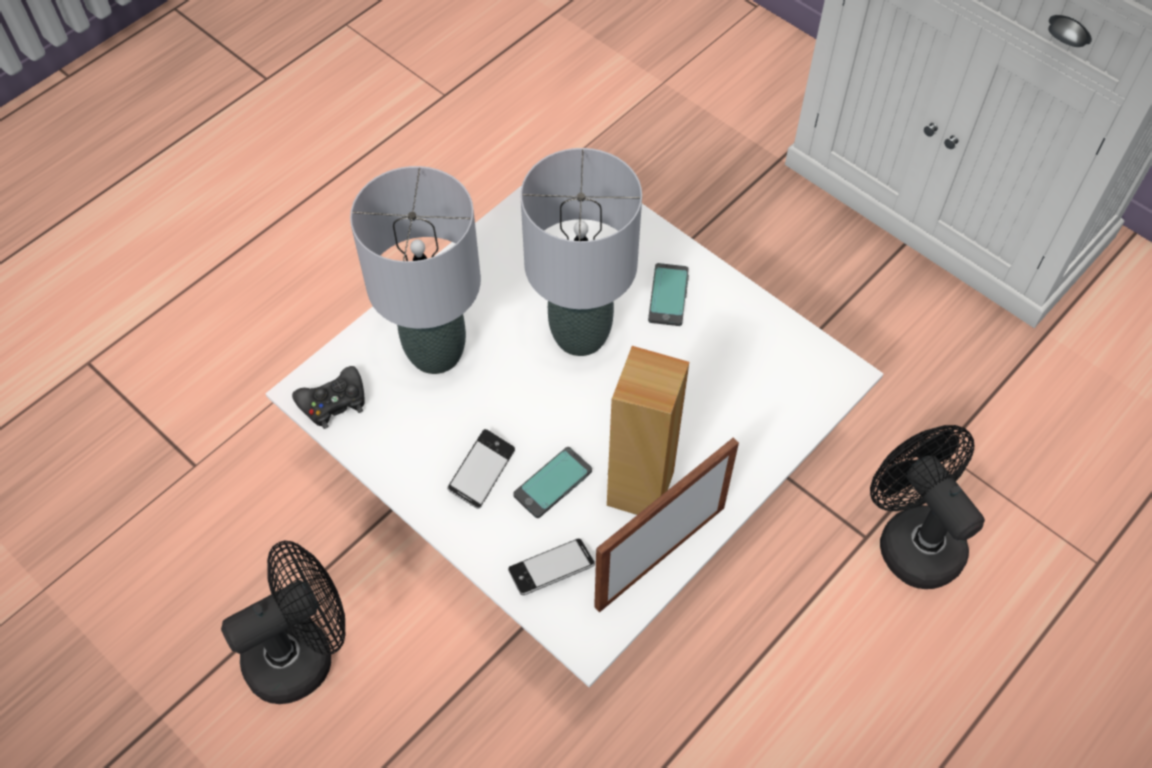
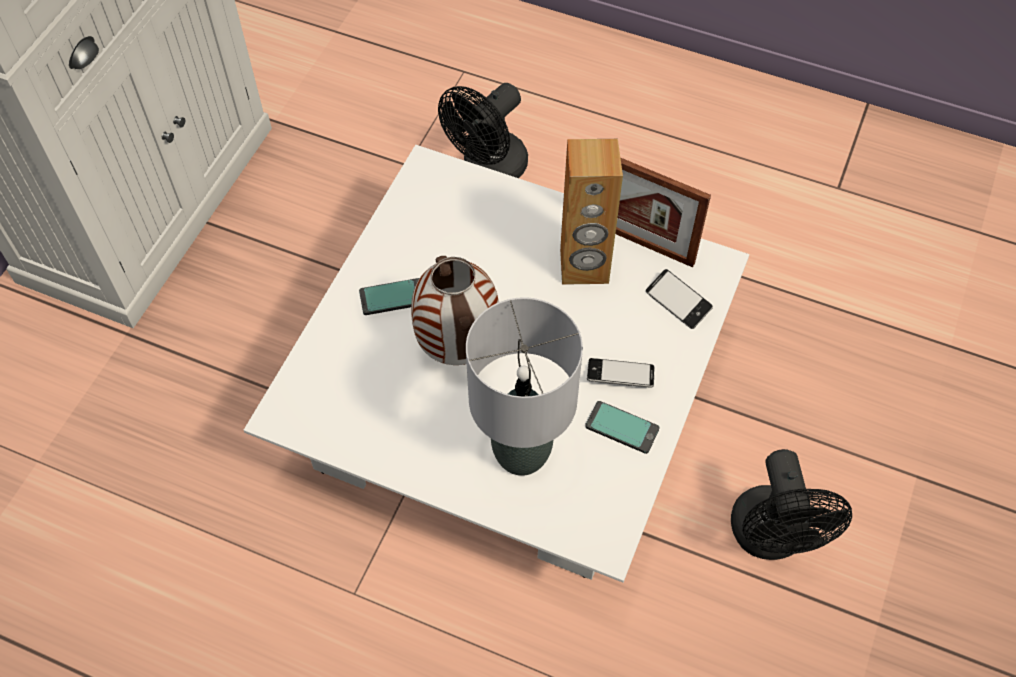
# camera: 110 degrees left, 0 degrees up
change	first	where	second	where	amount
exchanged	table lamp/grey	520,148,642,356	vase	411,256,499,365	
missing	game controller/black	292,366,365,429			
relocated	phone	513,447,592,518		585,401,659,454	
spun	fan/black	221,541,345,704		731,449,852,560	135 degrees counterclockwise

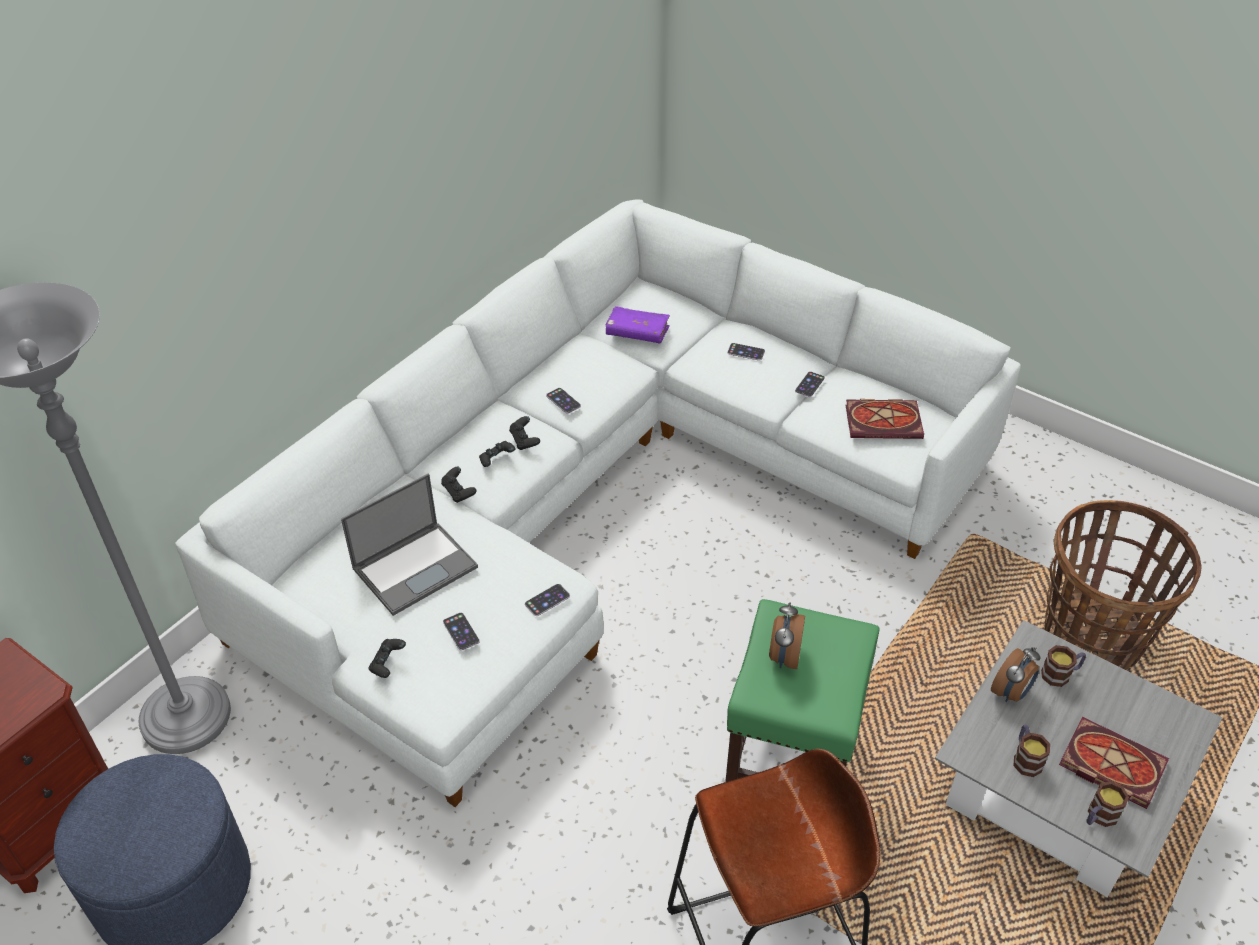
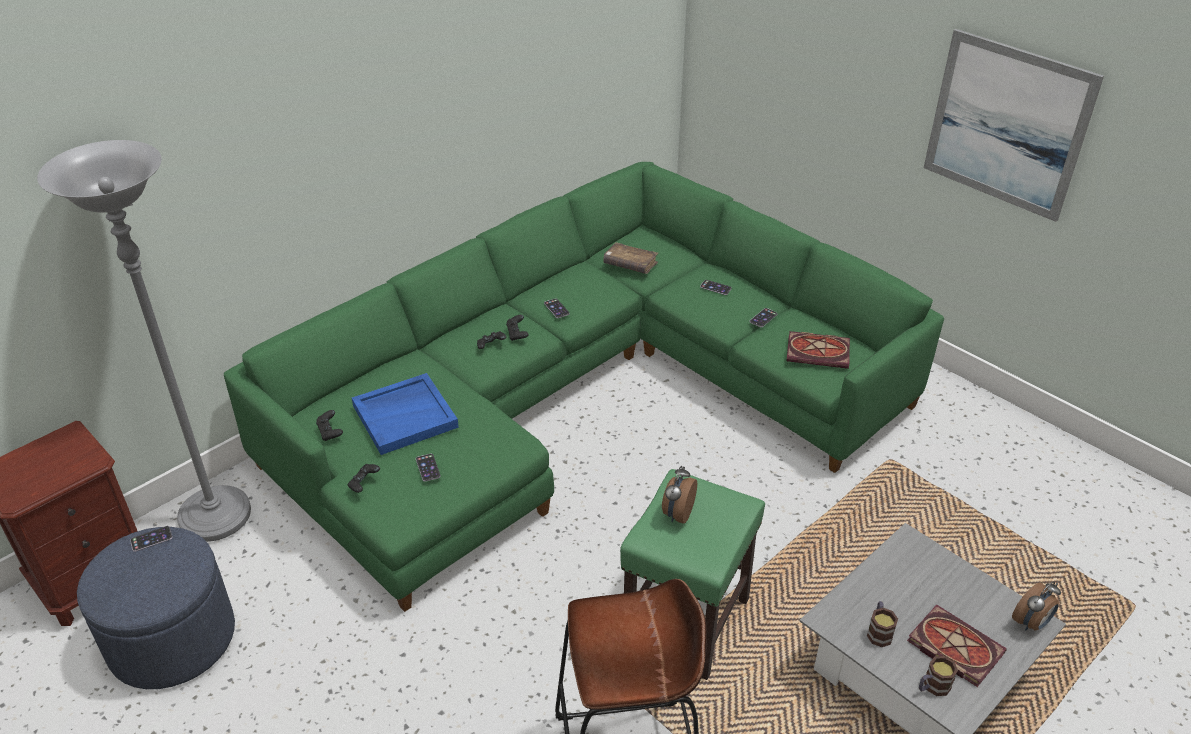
# camera: 10 degrees right, 5 degrees down
change	first	where	second	where	amount
colour	sofa/white	175,199,1021,807	sofa/green	224,162,944,612	
colour	book/purple	606,306,670,343	book/brown	603,242,658,274	
relocated	game controller/black	441,467,477,503		316,410,343,441	
exchanged	laptop	341,473,478,616	tray/blue	352,373,459,455	
missing	basket	1044,500,1202,670			
relocated	phone	525,584,570,616		130,526,173,552	
missing	mug	1041,645,1086,687			
relocated	alarm clock	991,647,1040,702		1012,581,1061,631	
appeared			picture	924,29,1104,222	

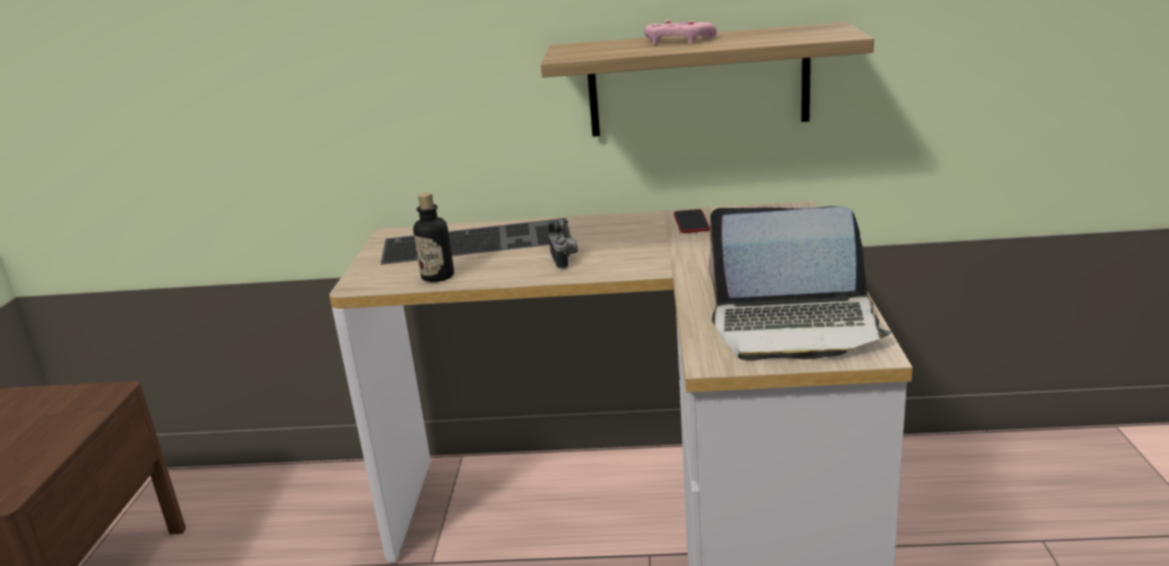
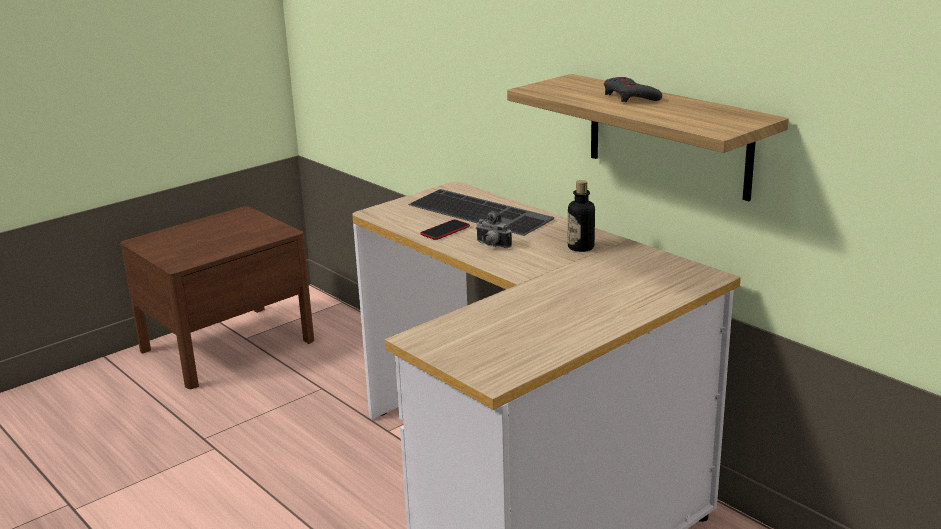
# camera: 45 degrees right, 0 degrees up
change	first	where	second	where	amount
colour	game controller/pink	644,20,717,44	game controller/grey	604,77,662,102	
relocated	bottle	413,193,454,282		568,180,595,252	
missing	laptop	709,206,892,361			
relocated	phone	674,209,710,233		420,220,470,240	
spun	photo camera	547,219,578,269		476,211,512,248	90 degrees clockwise

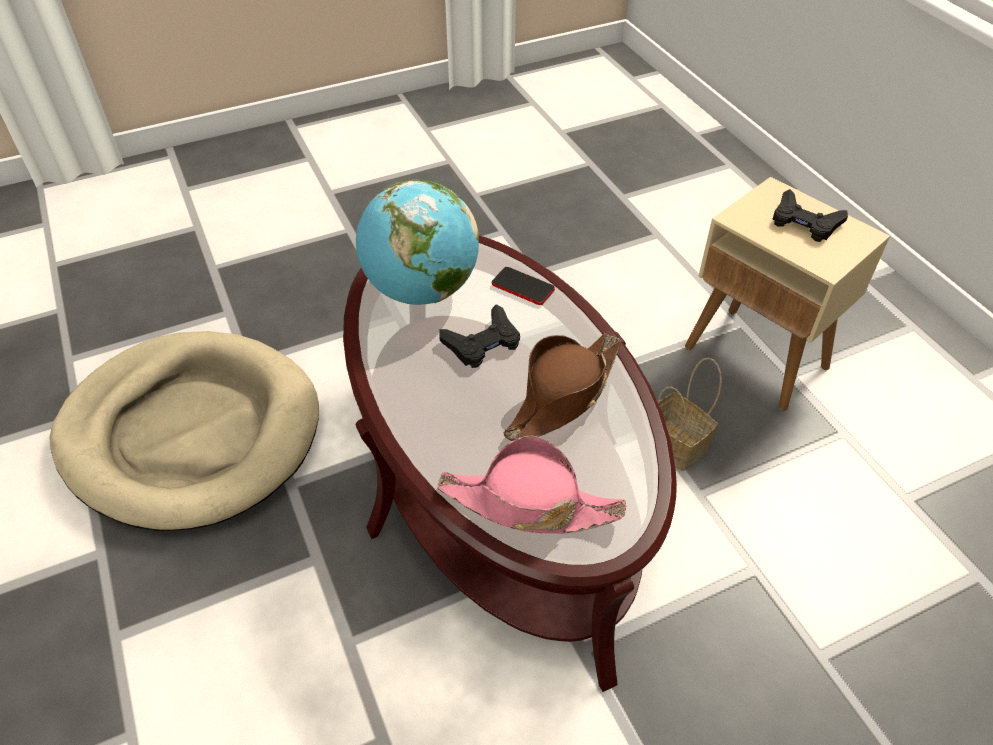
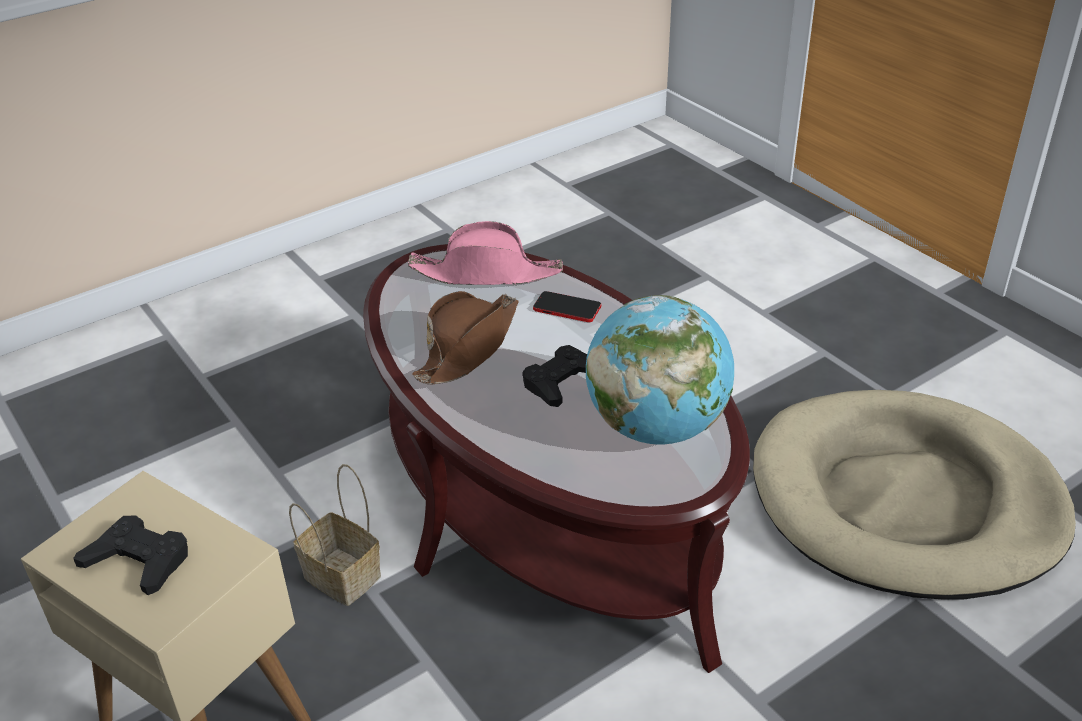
# camera: 170 degrees right, 10 degrees down
change	first	where	second	where	amount
relocated	phone	492,267,555,305		533,291,601,322	

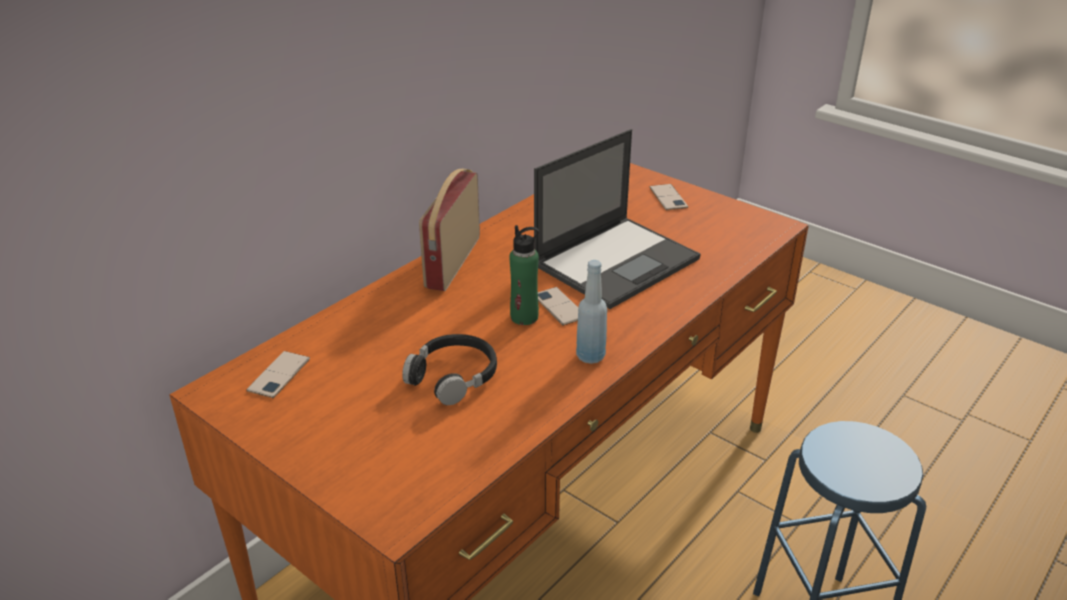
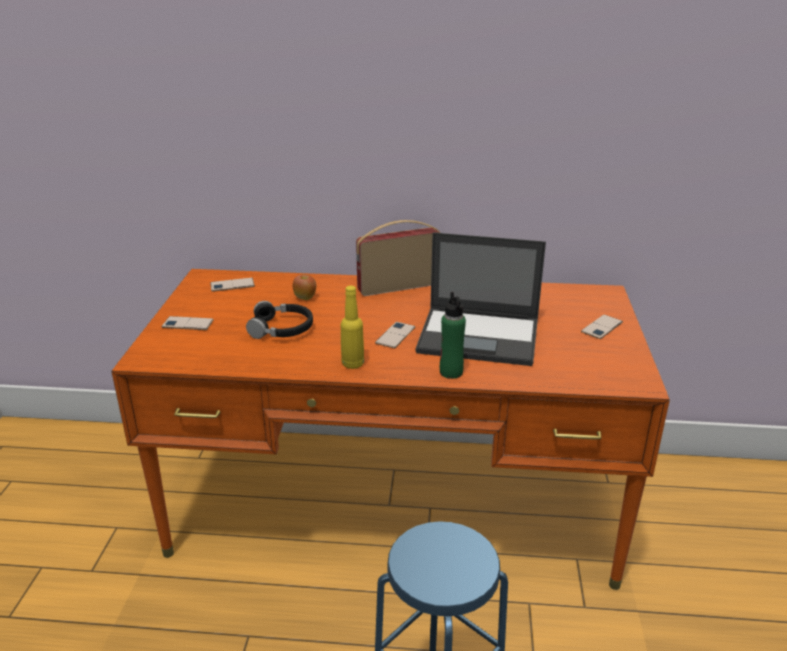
# camera: 55 degrees right, 5 degrees down
change	first	where	second	where	amount
relocated	bottle/green	509,225,539,325		440,292,466,379	
colour	bottle/blue	576,260,607,364	bottle/yellow	340,286,364,369	
appeared			apple	293,275,316,300	
appeared			phone	161,316,214,330	

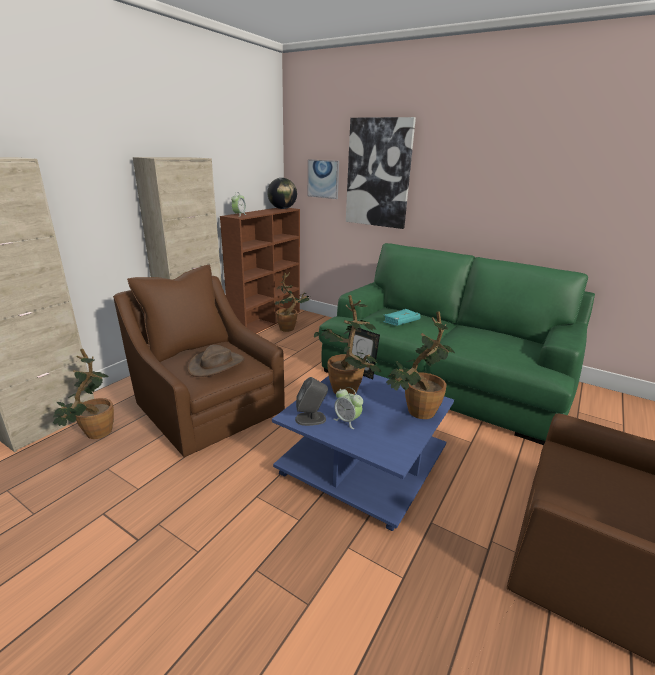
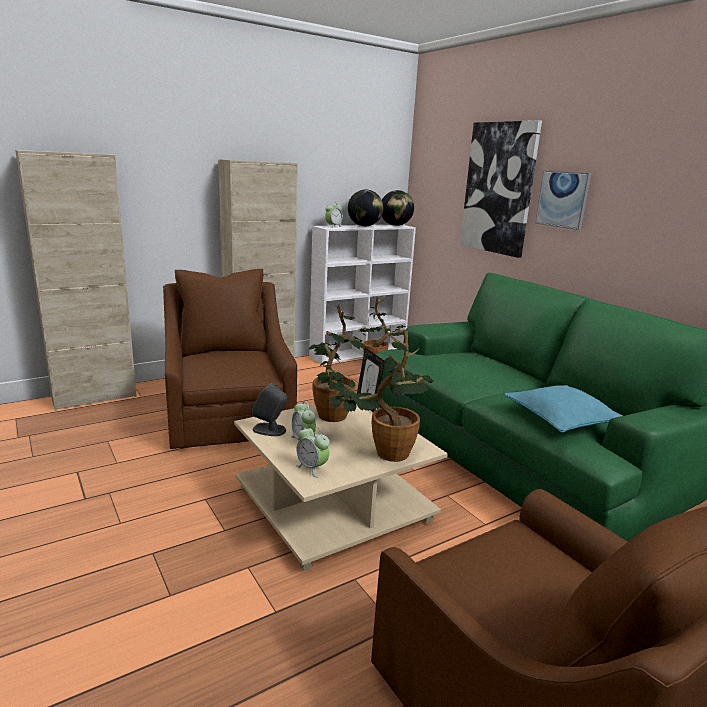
# camera: 25 degrees right, 5 degrees down
change	first	where	second	where	amount
relocated	picture	308,159,339,199		535,170,591,230	
colour	bookcase/brown	220,208,300,333	bookcase/white	309,224,416,365	
missing	book/turquoise	383,309,421,326			
missing	hat/brown	187,345,245,377			
missing	potted plant	53,348,114,439			
colour	coffee table/blue	272,374,454,531	coffee table/beige	234,404,448,571	
appeared			globe	348,190,383,226	
appeared			pillow/turquoise	504,385,622,433	
appeared			alarm clock	296,425,330,478	

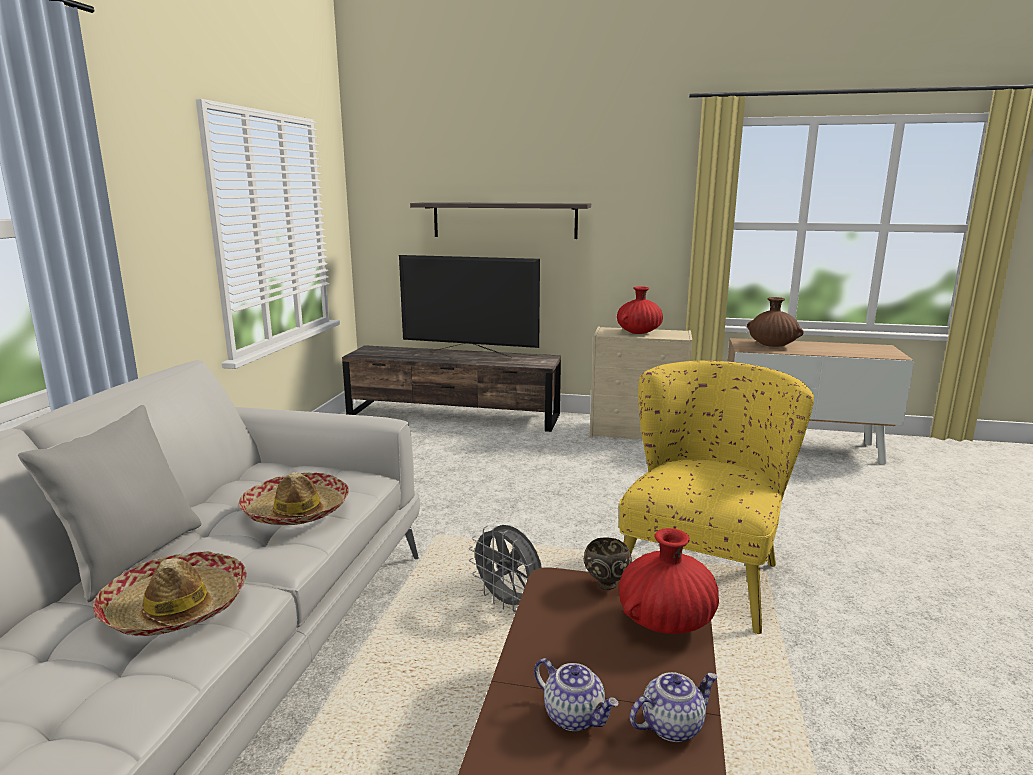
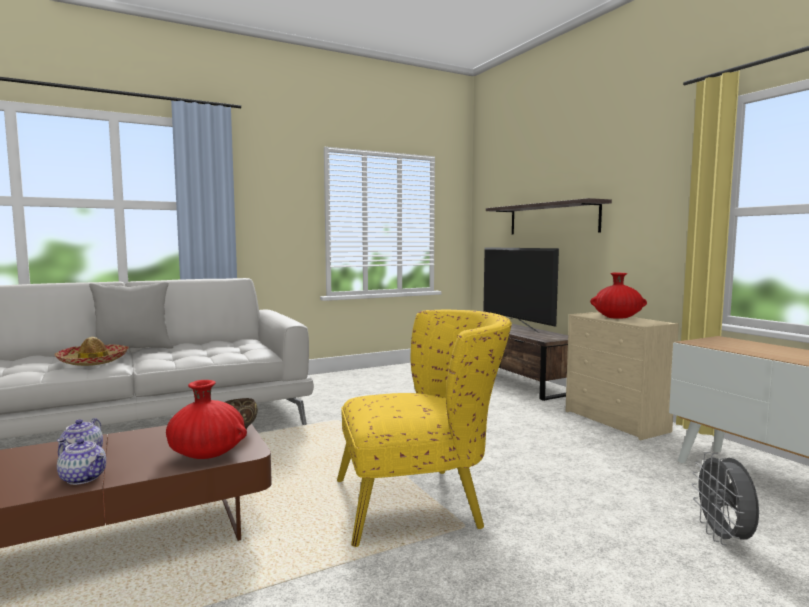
# camera: 50 degrees right, 10 degrees down
change	first	where	second	where	amount
missing	vase/brown	747,297,804,347			
missing	hat	239,472,349,525			
relocated	fan/grey	469,525,542,612		692,452,759,545	

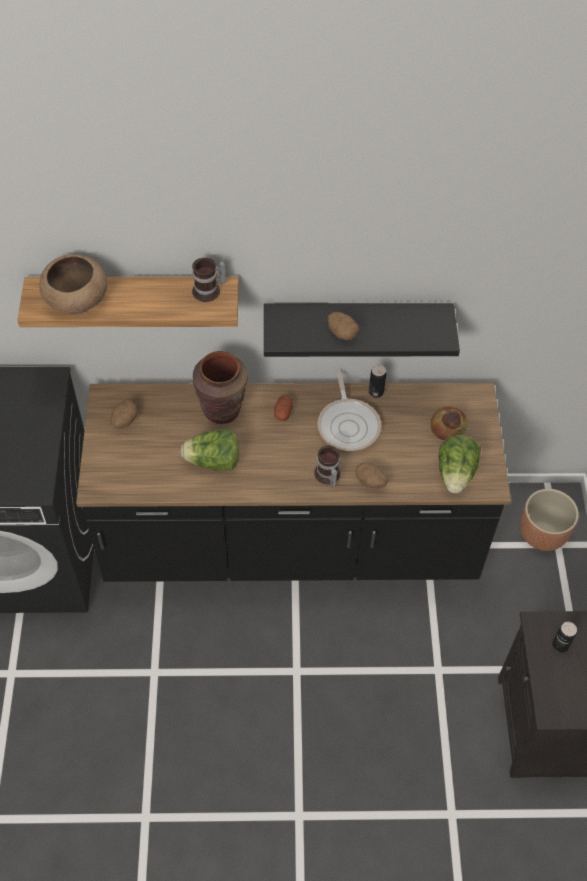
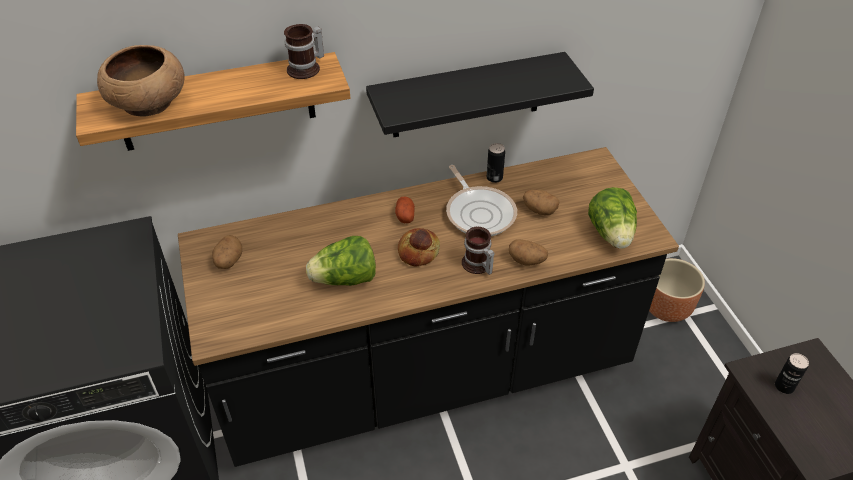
# camera: 15 degrees left, 10 degrees down
change	first	where	second	where	amount
relocated	potato	328,312,359,340		523,190,559,215	
missing	vase/brown	193,351,248,424			
relocated	bread	431,406,468,440		398,228,440,266	

